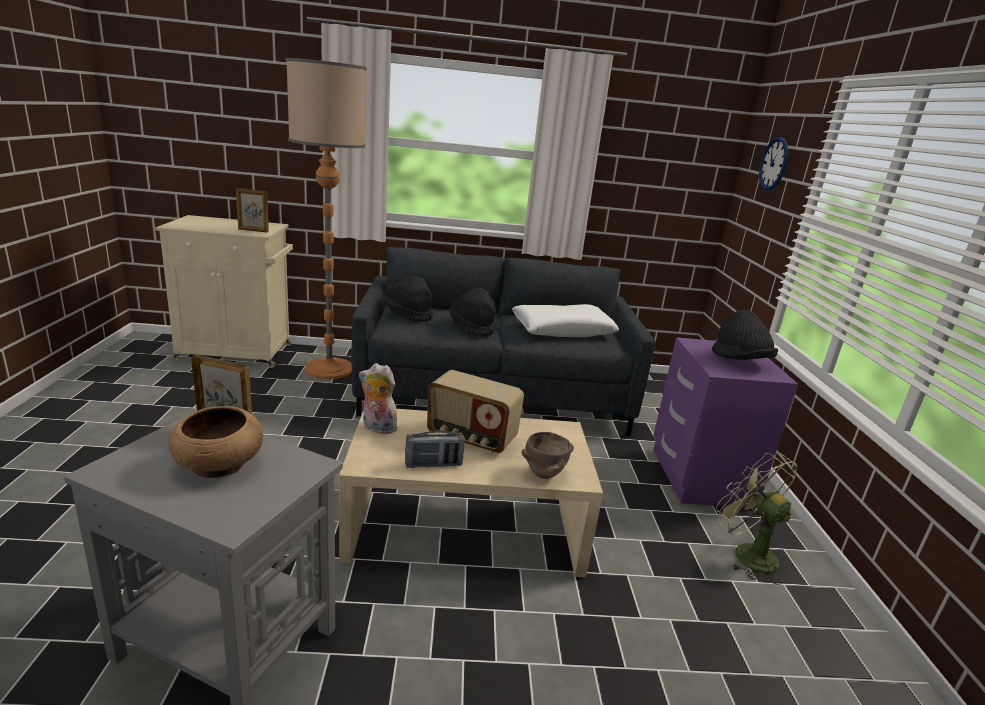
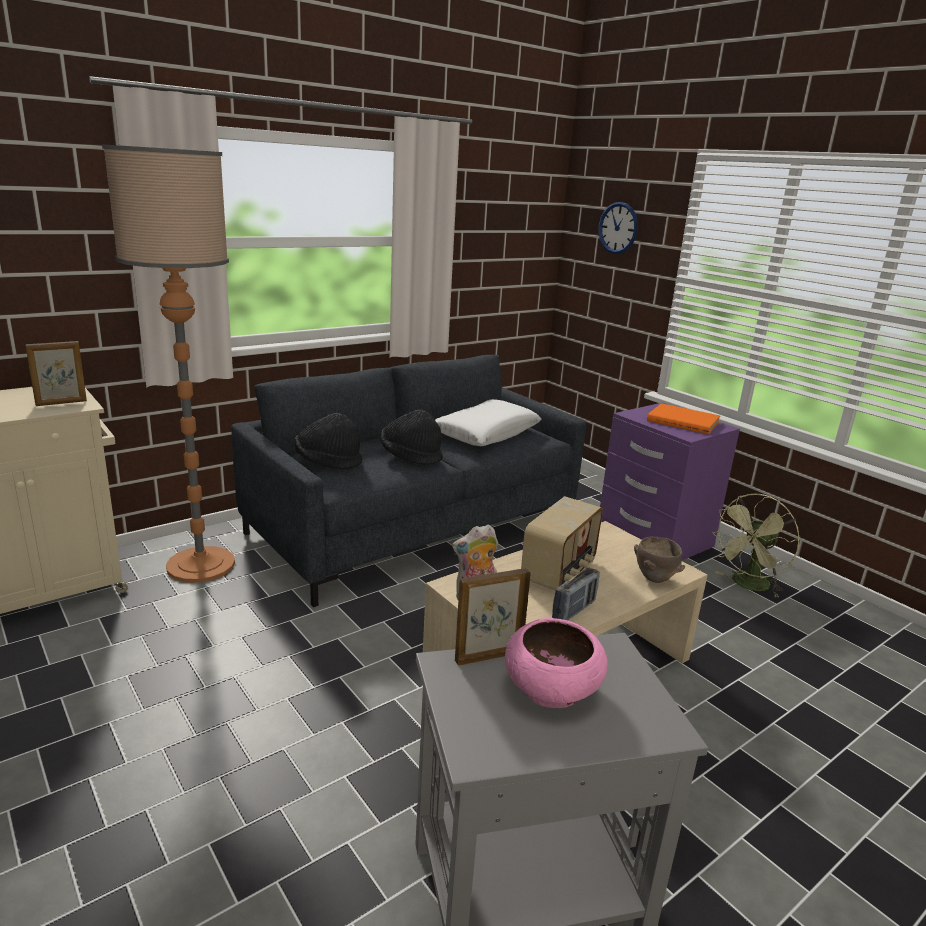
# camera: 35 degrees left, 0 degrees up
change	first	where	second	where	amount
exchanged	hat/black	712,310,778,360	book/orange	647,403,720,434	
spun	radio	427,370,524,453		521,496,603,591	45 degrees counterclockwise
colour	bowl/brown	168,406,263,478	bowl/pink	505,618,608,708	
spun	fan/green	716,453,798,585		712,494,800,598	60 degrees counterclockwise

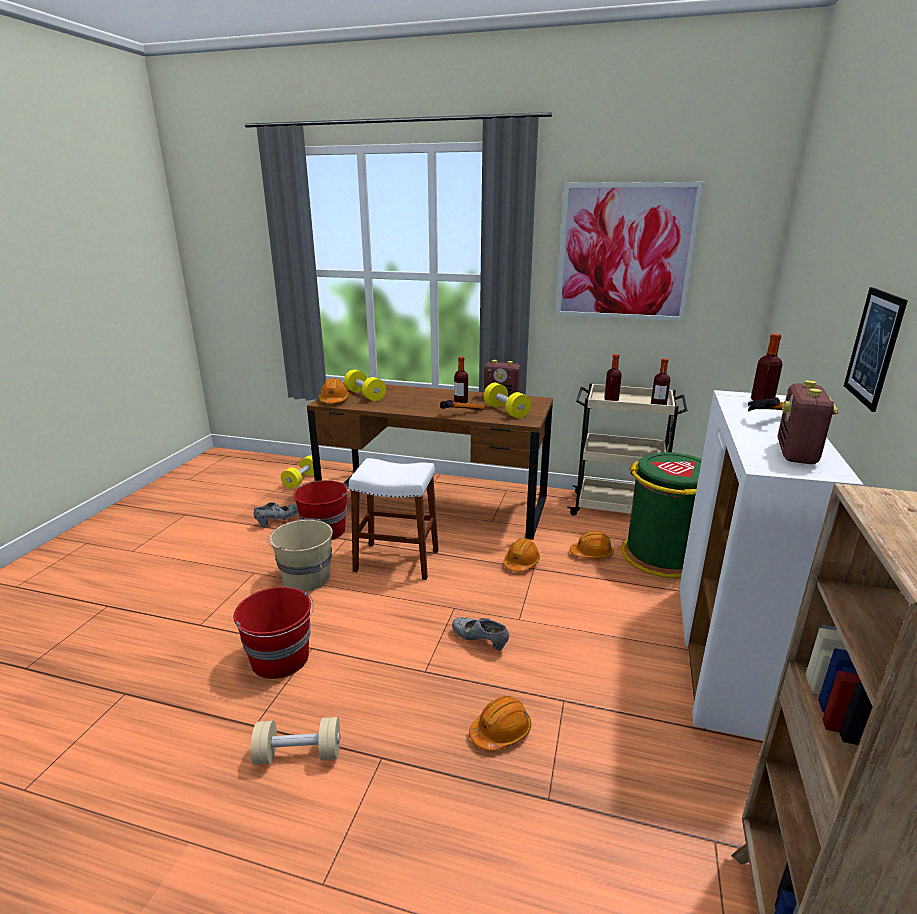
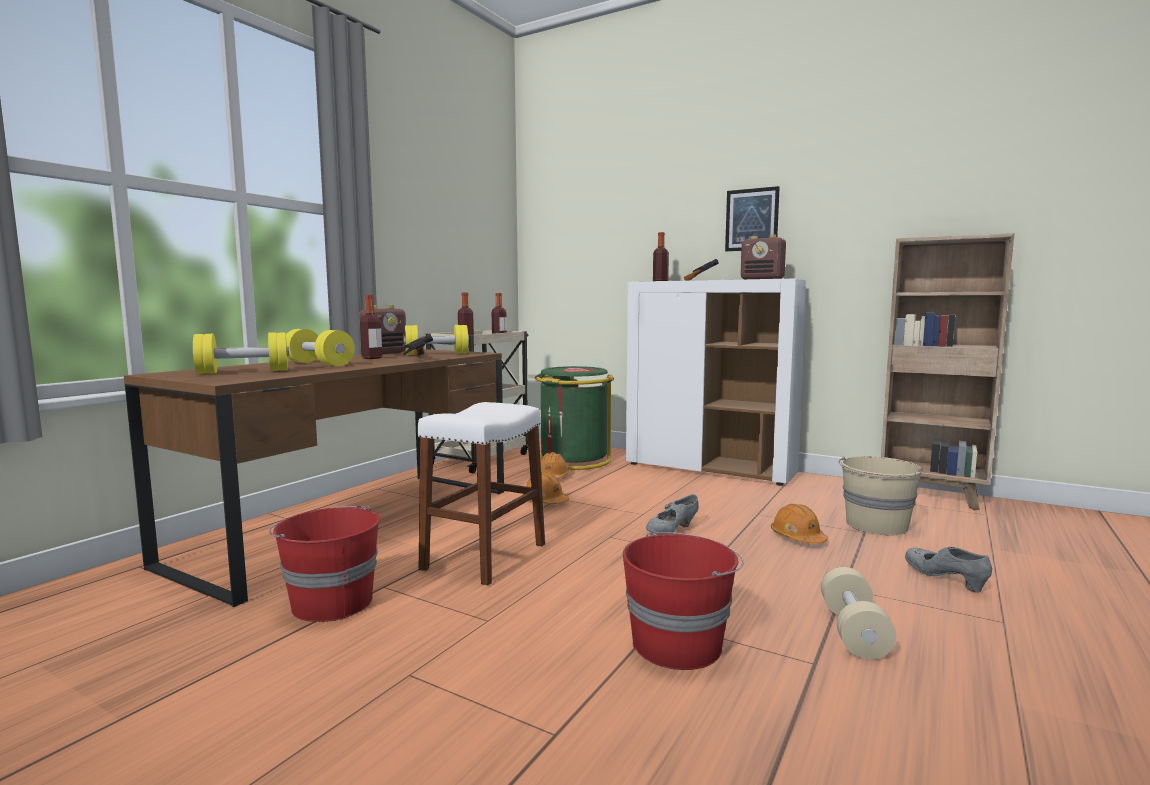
# camera: 75 degrees left, 15 degrees down
change	first	where	second	where	amount
missing	picture	556,182,704,321			
missing	hard hat/orange	319,378,349,403			
relocated	dumbbell/yellow	281,455,314,489		286,329,355,366	
relocated	shoe/grey	254,502,298,528		905,547,992,593	
relocated	bucket/beige	267,518,333,592		839,456,923,535	

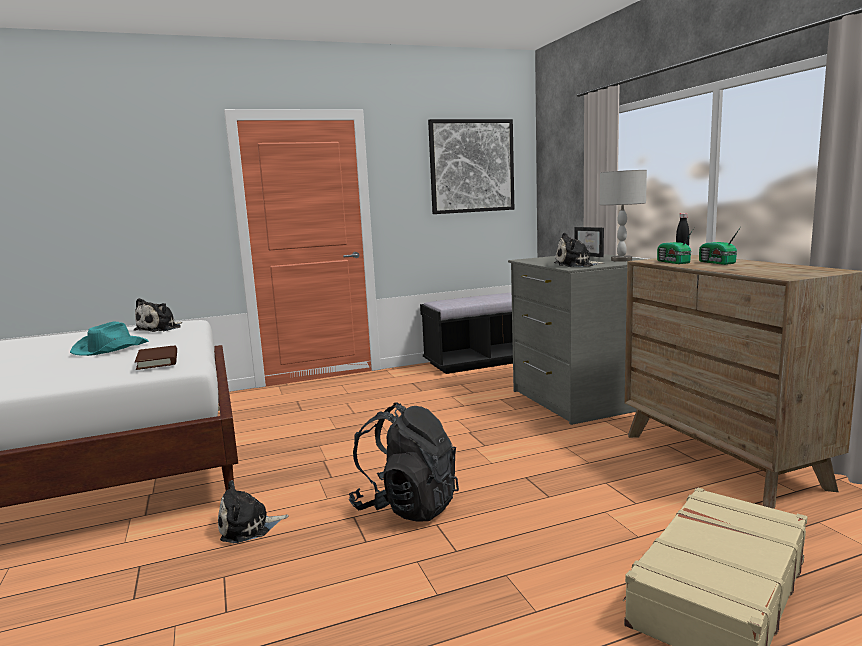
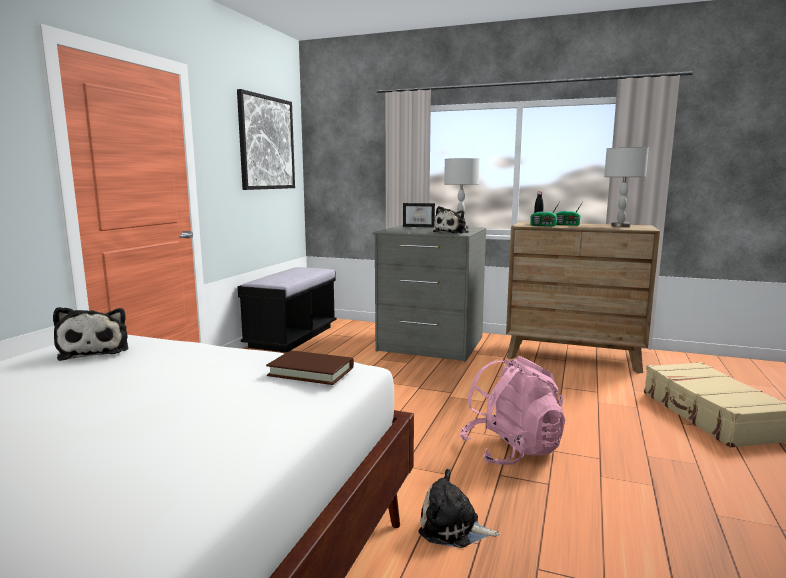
# camera: 50 degrees left, 0 degrees up
change	first	where	second	where	amount
missing	hat/turquoise	70,321,149,356			
colour	backpack/black	349,402,459,521	backpack/pink	460,356,565,465	
spun	plush toy	218,480,289,543		418,469,500,548	90 degrees clockwise
appeared			table lamp/grey	604,147,649,227	

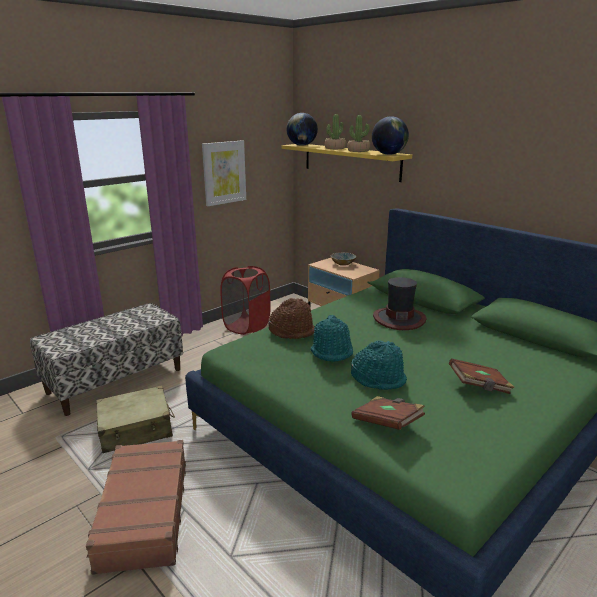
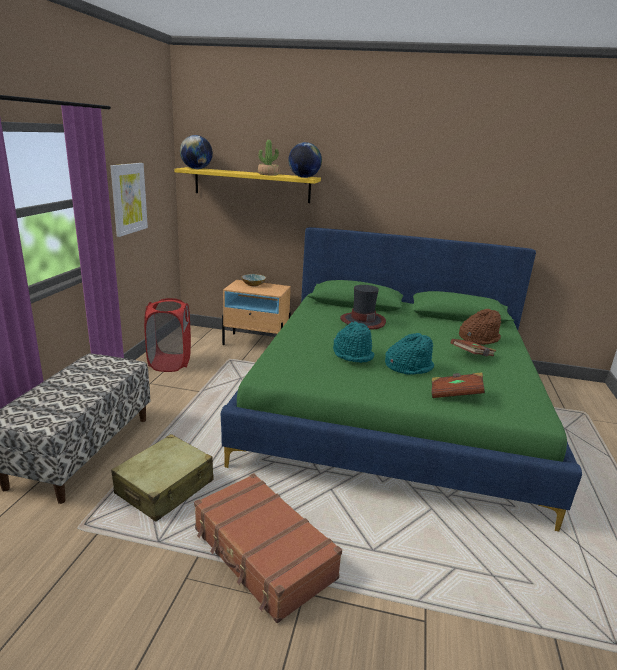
# camera: 35 degrees left, 0 degrees up
change	first	where	second	where	amount
missing	potted plant	325,114,346,149			
relocated	hat/brown	268,298,315,339		459,309,501,345	

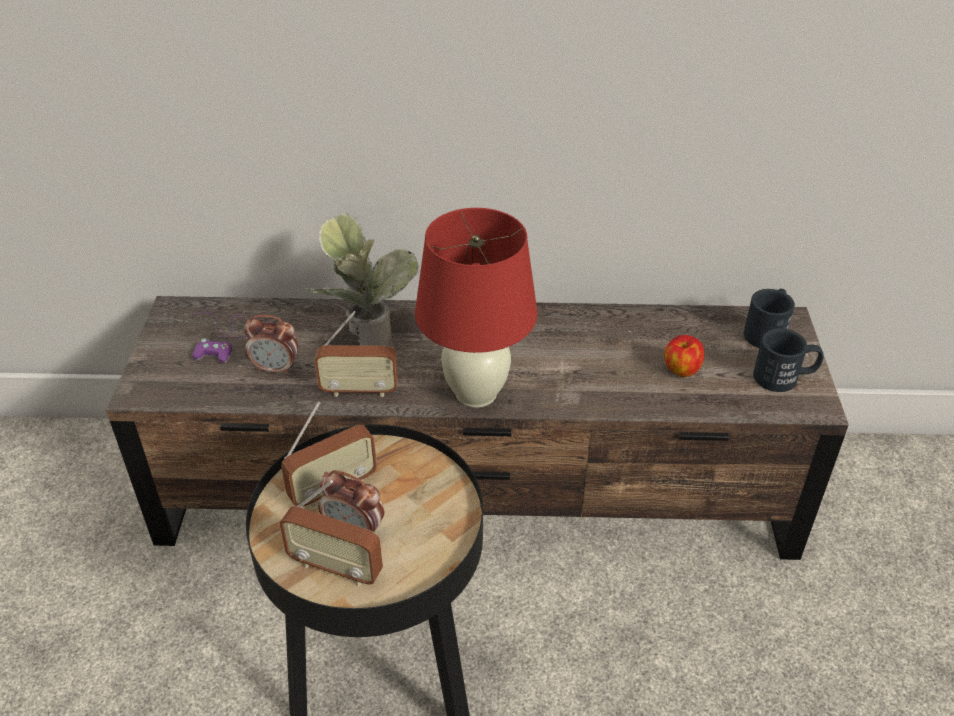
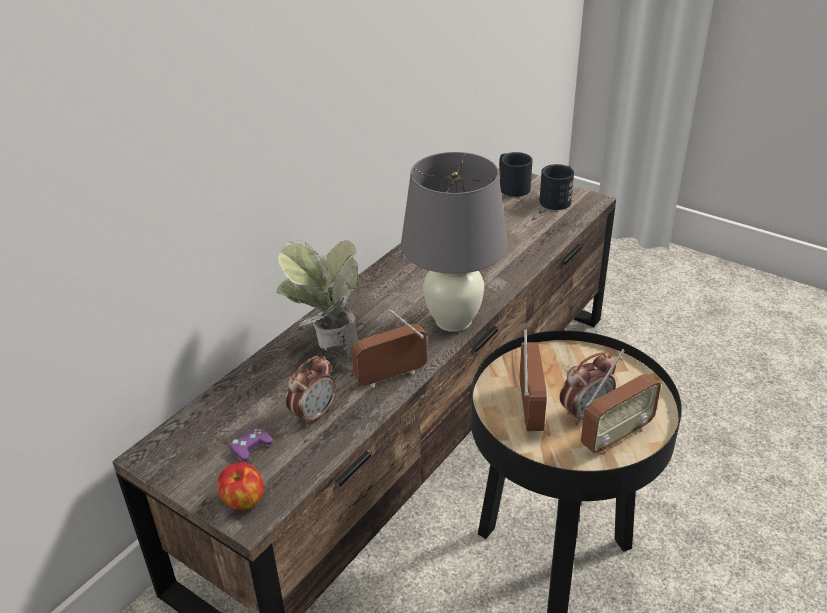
# camera: 55 degrees left, 5 degrees down
change	first	where	second	where	amount
colour	table lamp/red	415,208,538,408	table lamp/grey	401,152,507,332	
spun	radio	315,311,398,397		351,309,427,388	150 degrees counterclockwise
relocated	apple	664,335,704,377		217,462,264,510	

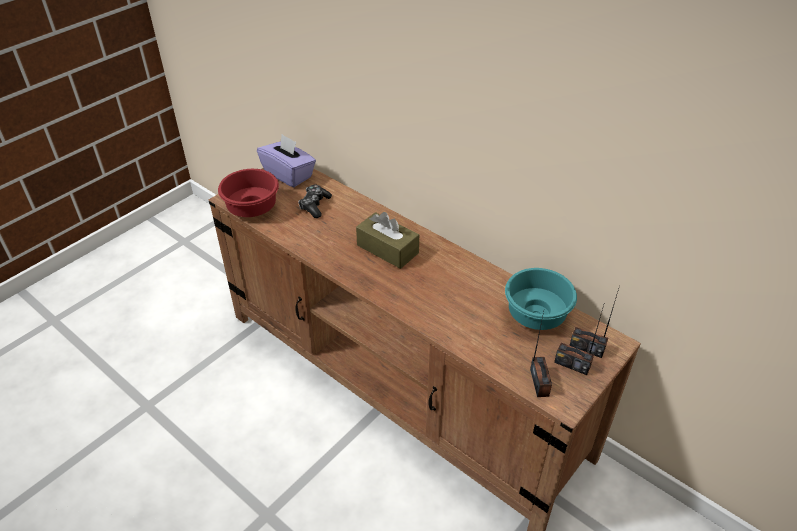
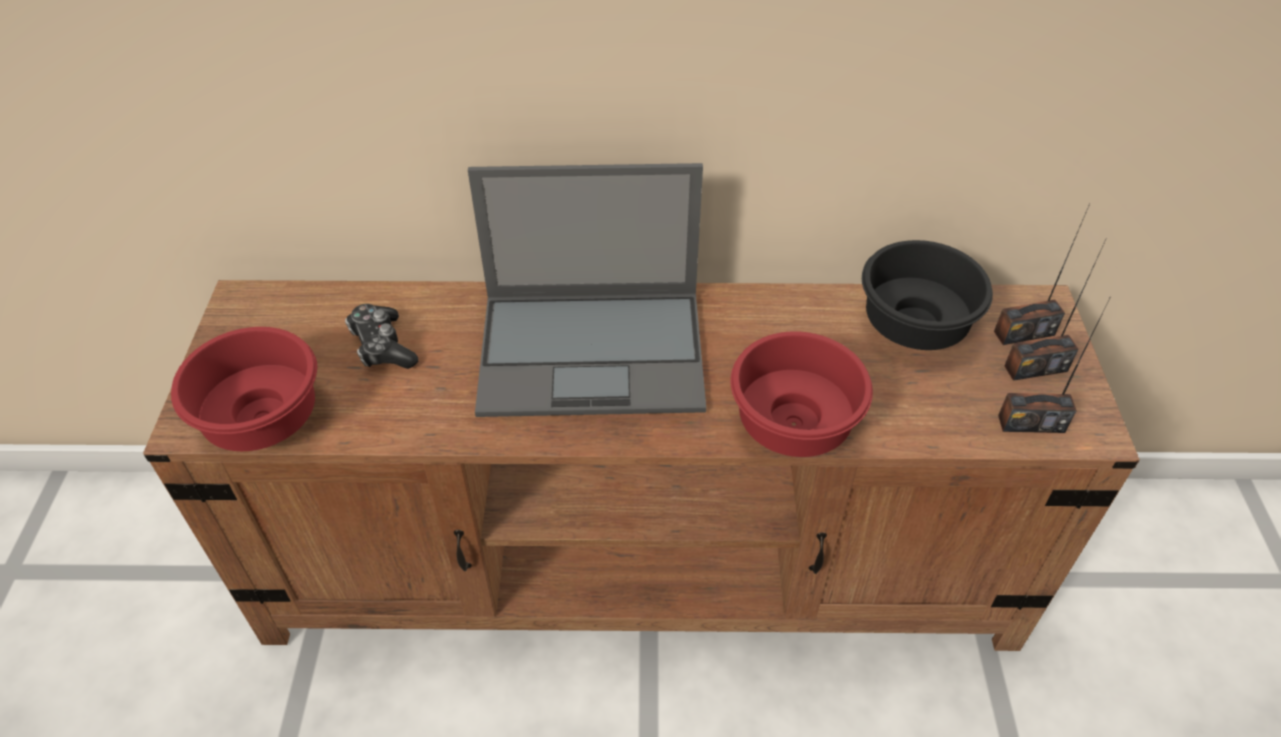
# camera: 40 degrees left, 5 degrees up
change	first	where	second	where	amount
missing	tissue box/purple	257,134,316,187			
exchanged	tissue box/brown	356,212,419,269	laptop	468,163,706,417	
colour	bowl/turquoise	505,268,577,330	bowl/black	862,240,993,350	
spun	radio	530,312,552,397		998,298,1110,433	135 degrees clockwise
appeared			bowl/red	730,331,873,457	

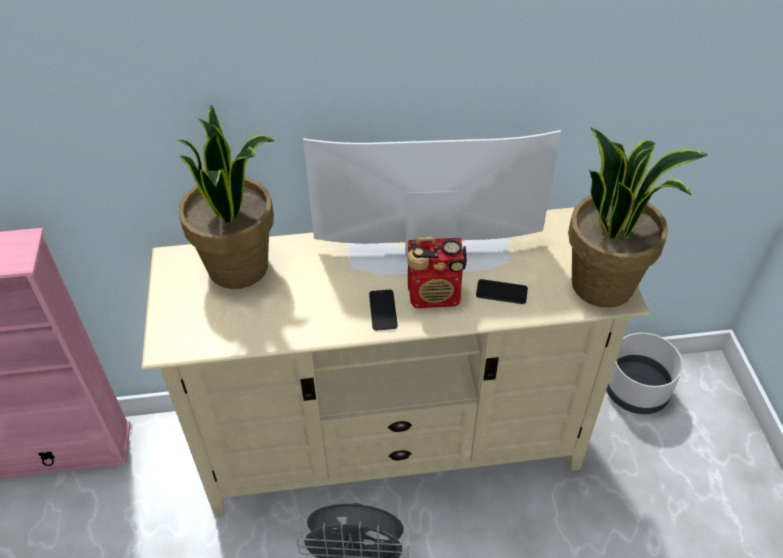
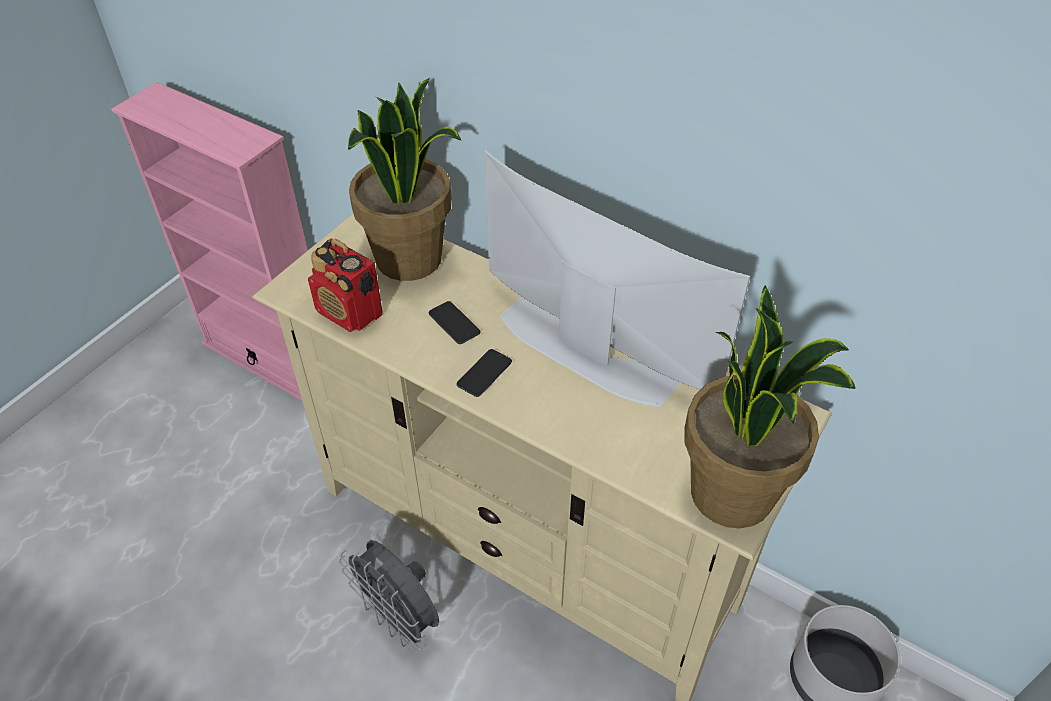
# camera: 40 degrees right, 0 degrees up
change	first	where	second	where	amount
relocated	radio	408,236,467,308		308,239,383,332	
relocated	phone	476,279,528,304		429,301,481,344	

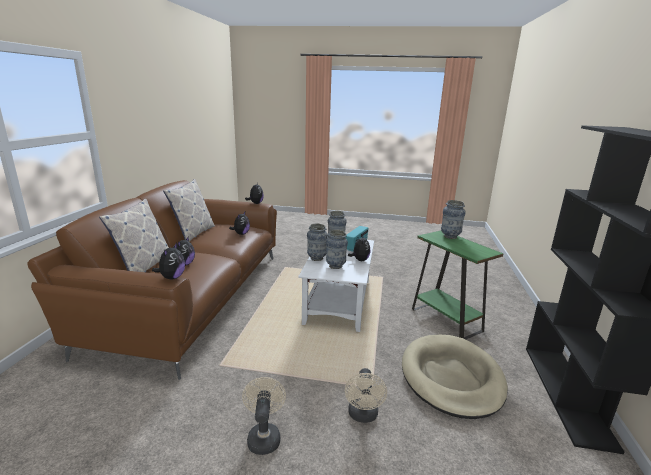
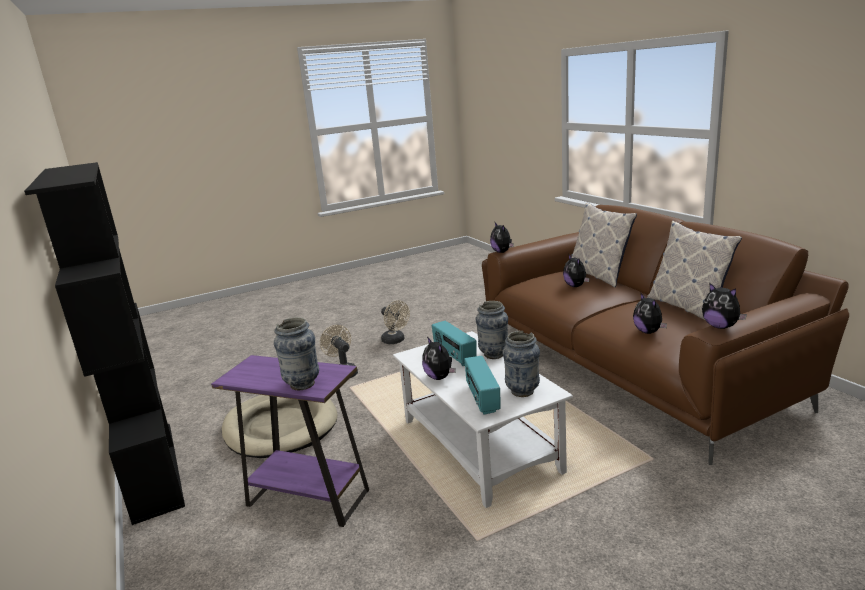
# camera: 145 degrees right, 0 degrees up
change	first	where	second	where	amount
exchanged	vase	326,230,348,269	radio	432,321,476,366	
colour	side table/green	412,231,503,339	side table/purple	211,355,369,527	

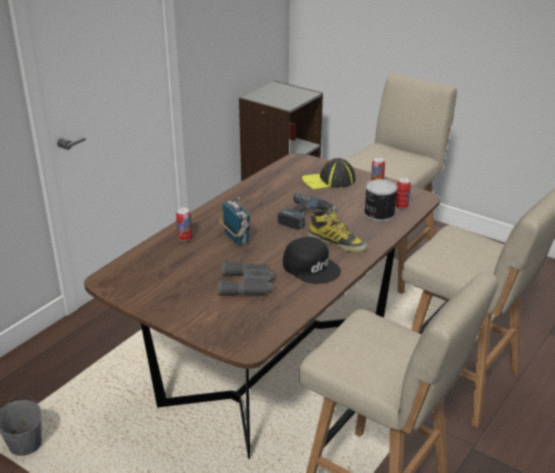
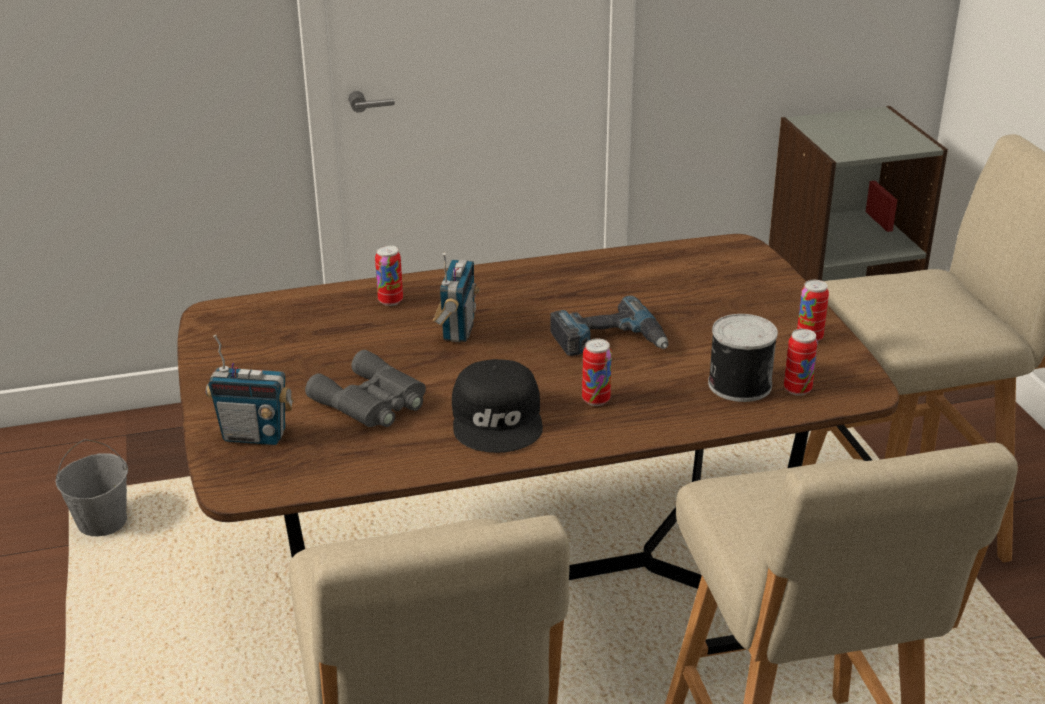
# camera: 40 degrees right, 0 degrees up
change	first	where	second	where	amount
missing	cap	302,158,355,189			
exchanged	boot	308,208,367,252	can	582,339,612,406	
appeared			radio	206,335,293,445	

